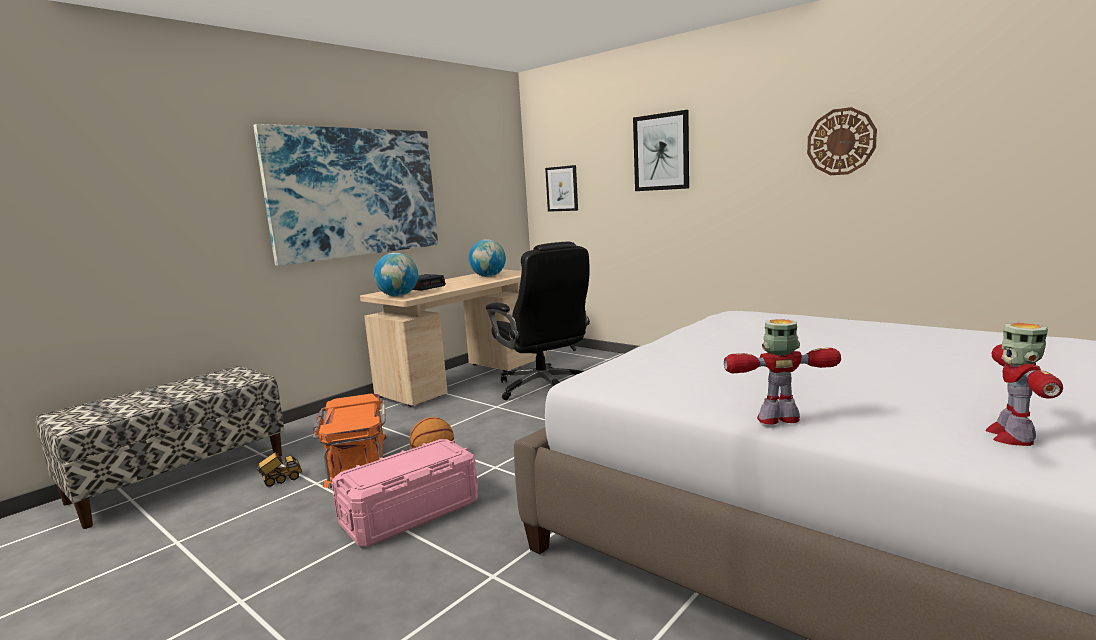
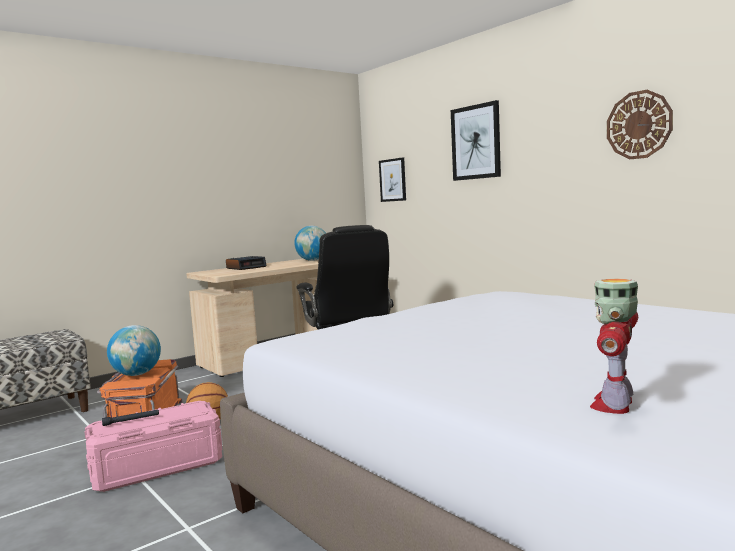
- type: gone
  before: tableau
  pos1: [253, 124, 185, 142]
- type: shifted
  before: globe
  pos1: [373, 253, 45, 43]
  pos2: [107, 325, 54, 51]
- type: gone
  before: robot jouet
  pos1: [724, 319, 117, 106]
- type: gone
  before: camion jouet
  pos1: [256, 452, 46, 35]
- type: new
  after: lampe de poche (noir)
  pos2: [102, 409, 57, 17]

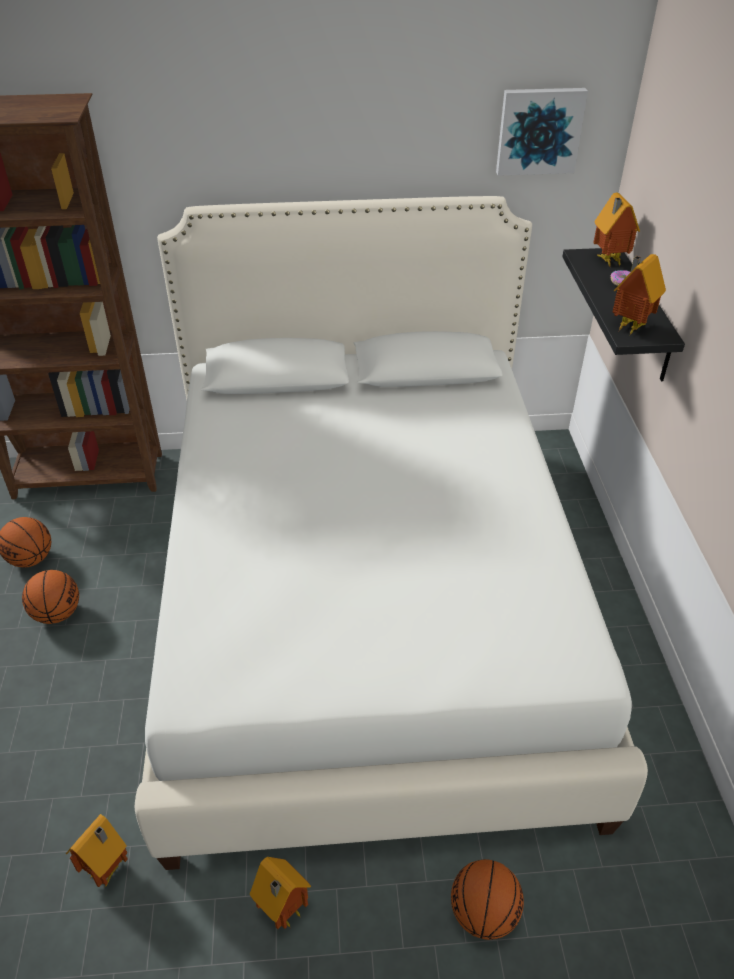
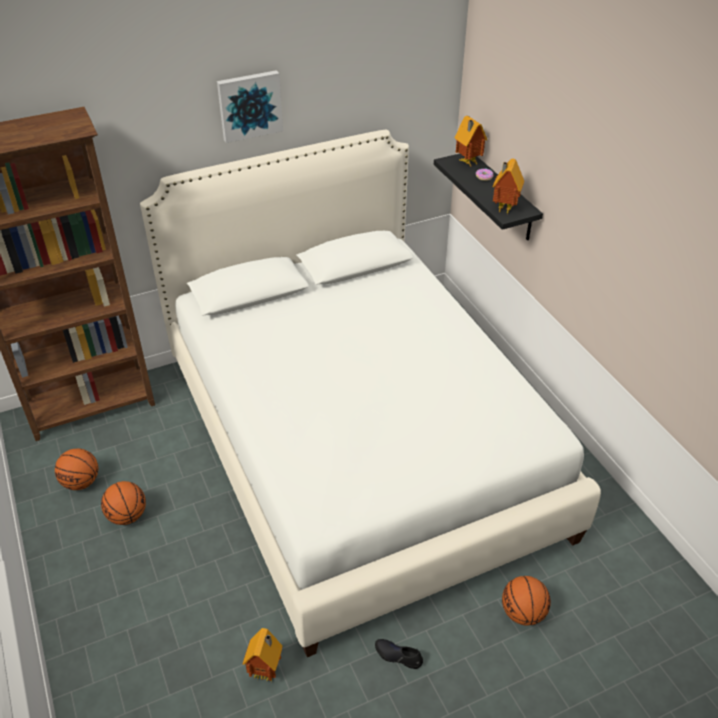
- type: shifted
  before: tableau
  pos1: [496, 88, 92, 88]
  pos2: [217, 70, 66, 73]
- type: swapped
  before: maison miniature
  after: chaussure (noir)
  pos1: [249, 857, 62, 72]
  pos2: [375, 639, 48, 30]

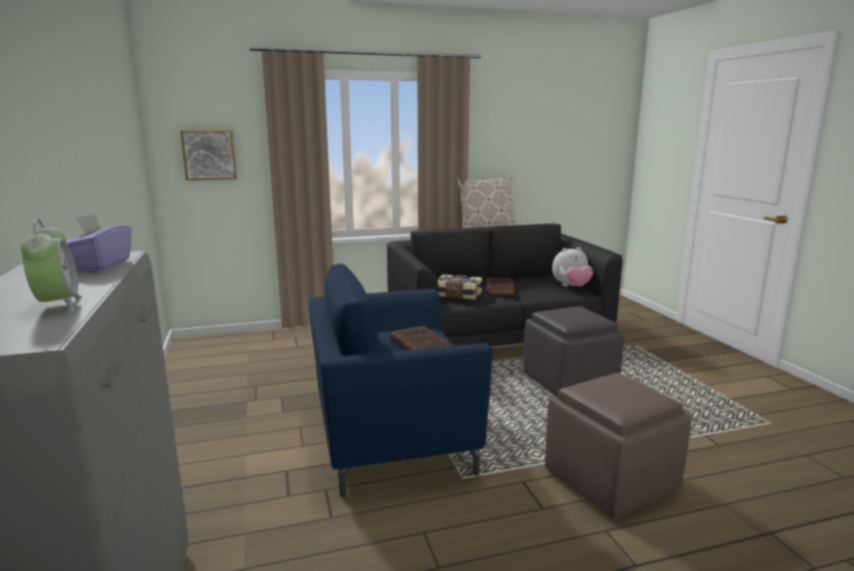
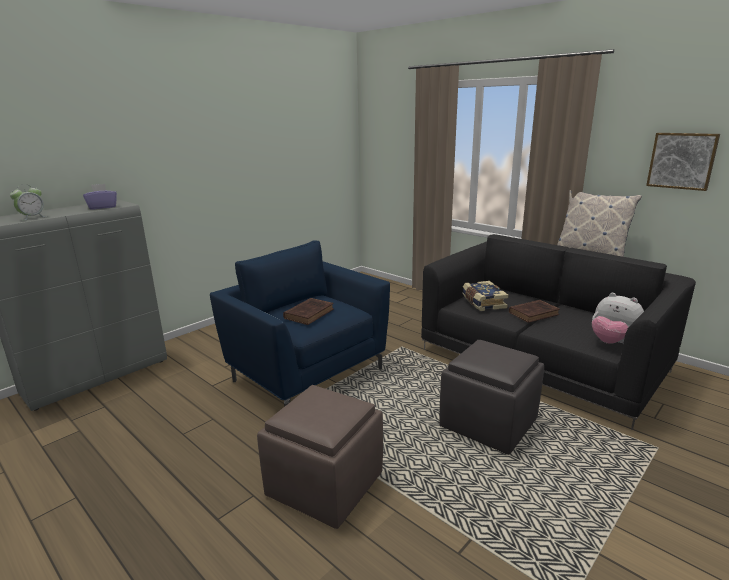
- type: shifted
  before: tableau
  pos1: [180, 130, 57, 50]
  pos2: [646, 133, 74, 58]

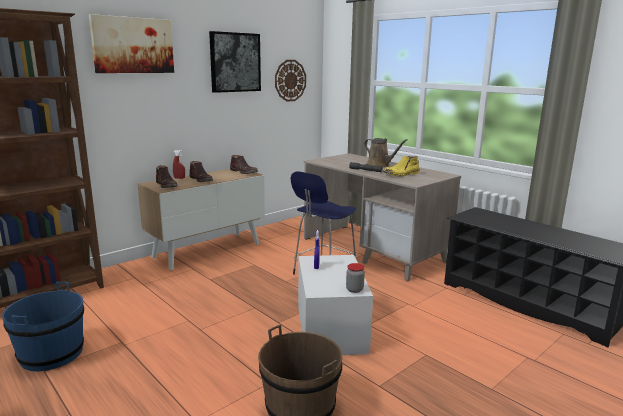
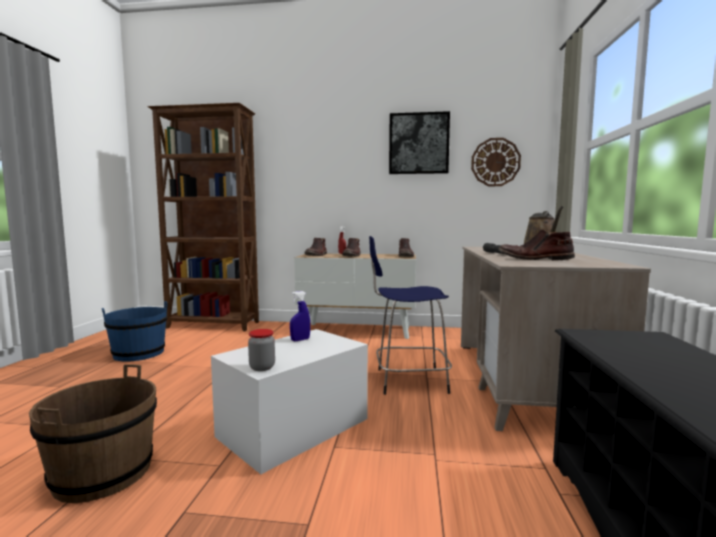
- type: gone
  before: tableau
  pos1: [89, 14, 85, 59]
- type: repainted
  before: botte (jaune)
  after: botte (marron)
  pos1: [382, 155, 38, 22]
  pos2: [498, 229, 77, 31]

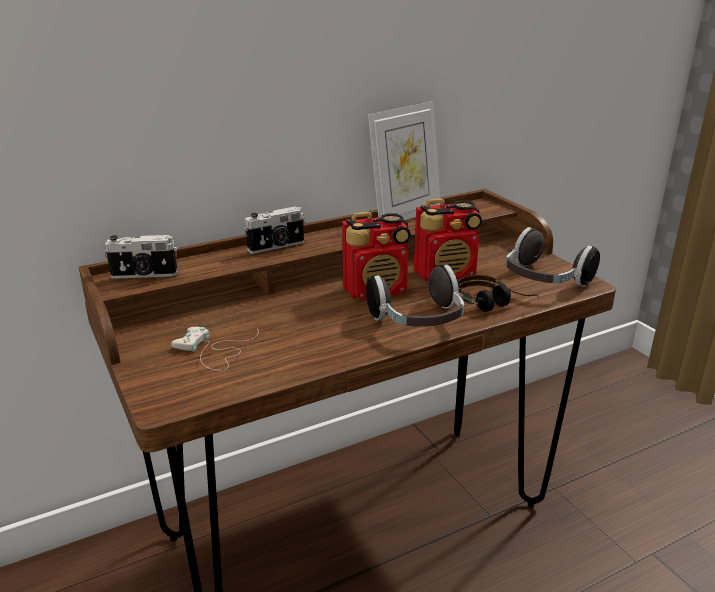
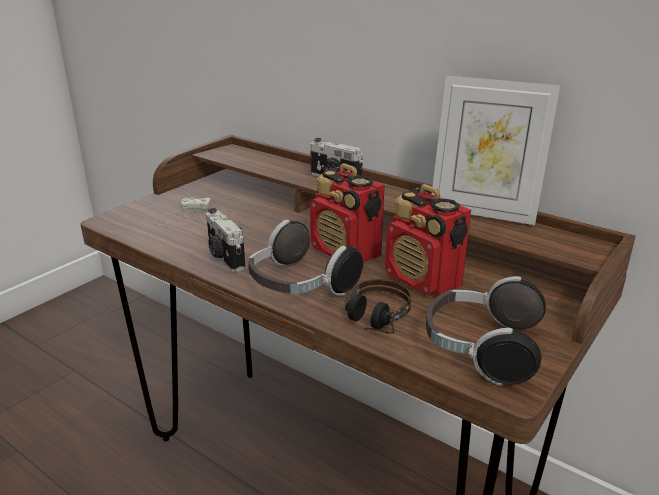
- type: shifted
  before: appareil photo
  pos1: [105, 235, 73, 44]
  pos2: [206, 208, 40, 64]

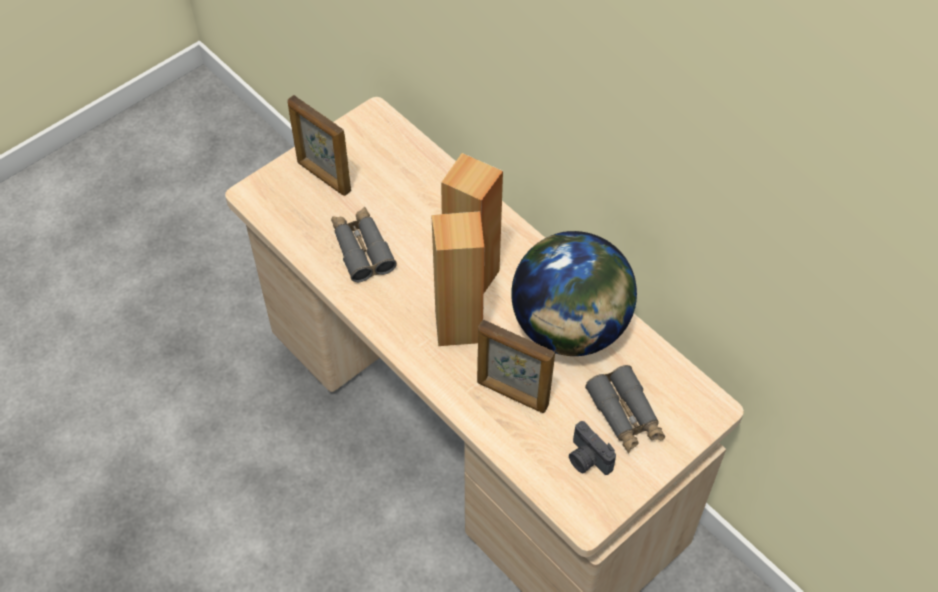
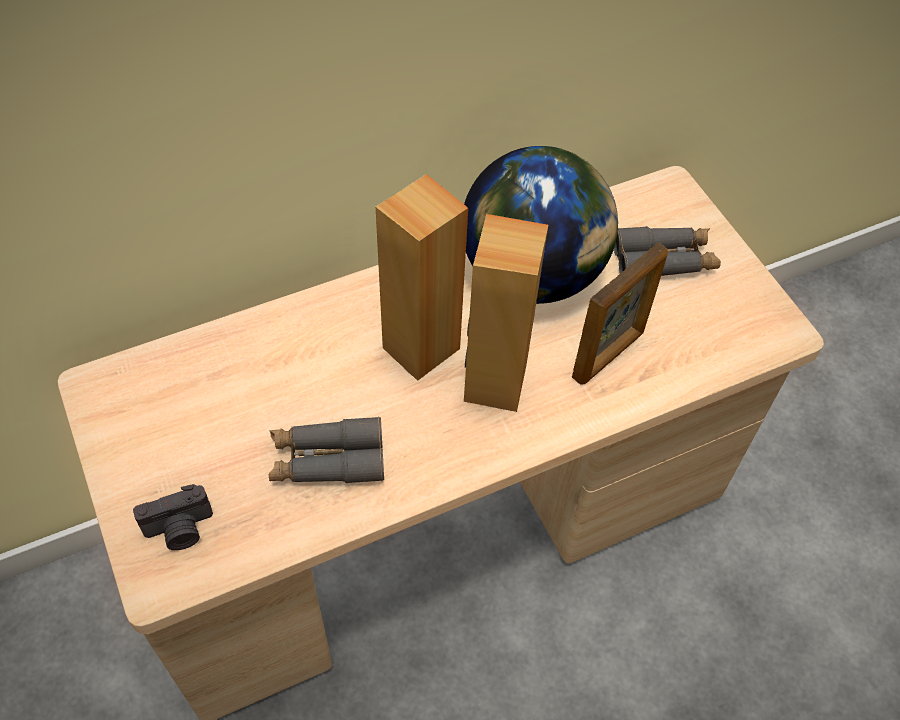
- type: gone
  before: cadre photo
  pos1: [287, 95, 64, 101]
- type: shifted
  before: appareil photo
  pos1: [569, 421, 47, 54]
  pos2: [133, 484, 80, 66]

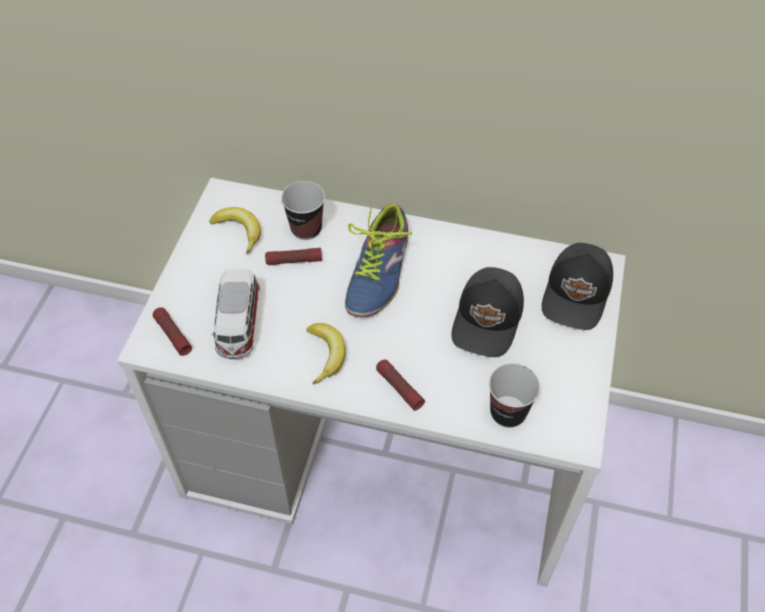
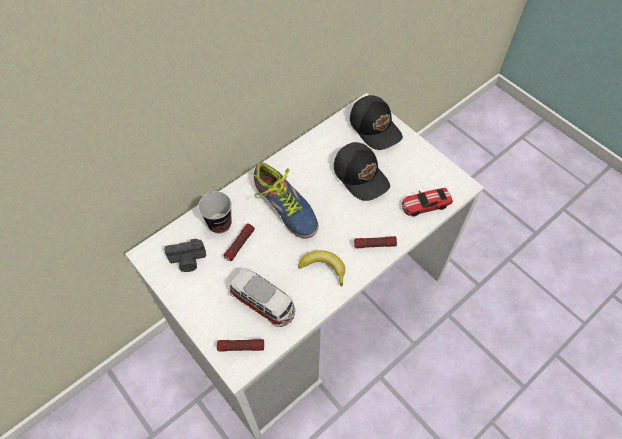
- type: swapped
  before: banane
  after: appareil photo
  pos1: [210, 207, 51, 47]
  pos2: [164, 239, 42, 33]
- type: swapped
  before: tasse
  after: petite voiture
  pos1: [489, 363, 51, 65]
  pos2: [402, 188, 51, 28]

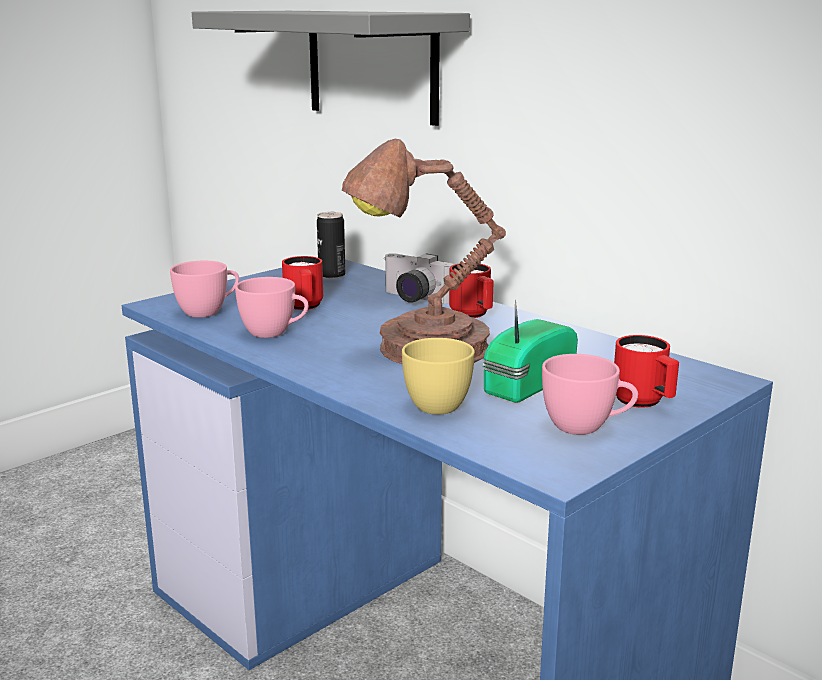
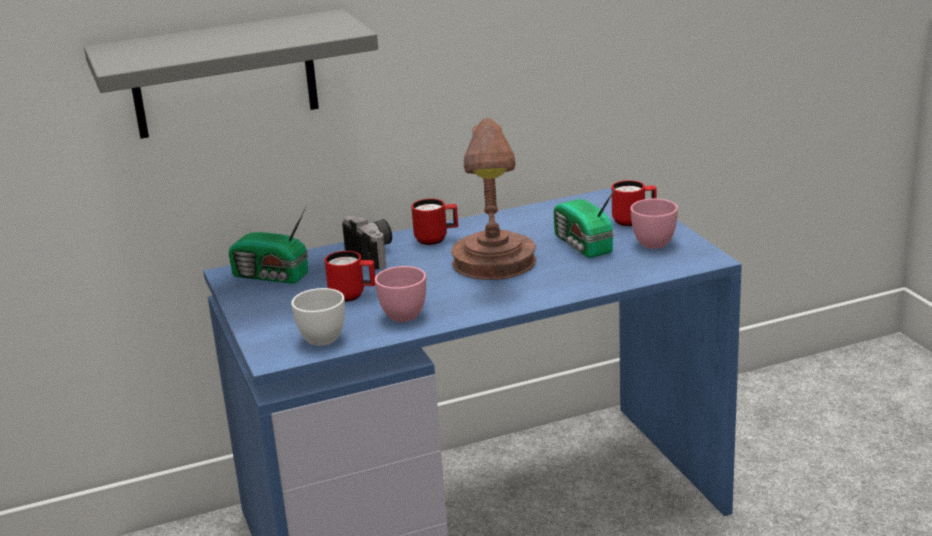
- type: swapped
  before: boîte métallique
  after: radio
  pos1: [317, 212, 28, 67]
  pos2: [229, 205, 79, 79]
- type: rotated
  before: appareil photo
  pos1: [384, 253, 69, 51]
  pos2: [342, 216, 50, 53]
  turn: -90
- type: repainted
  before: tasse (rose)
  after: tasse (blanc)
  pos1: [170, 261, 69, 57]
  pos2: [291, 288, 54, 58]
- type: gone
  before: tasse (jaune)
  pos1: [402, 338, 73, 77]

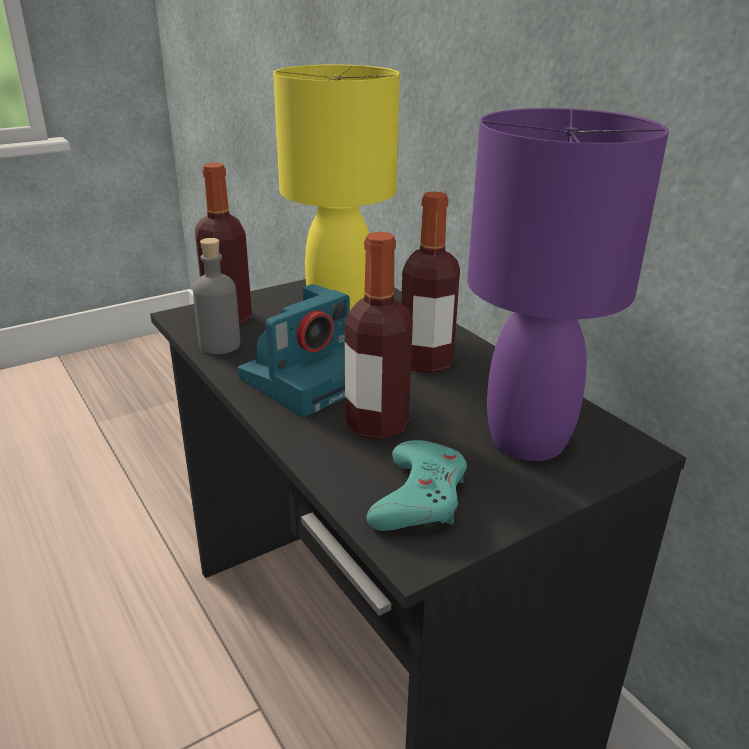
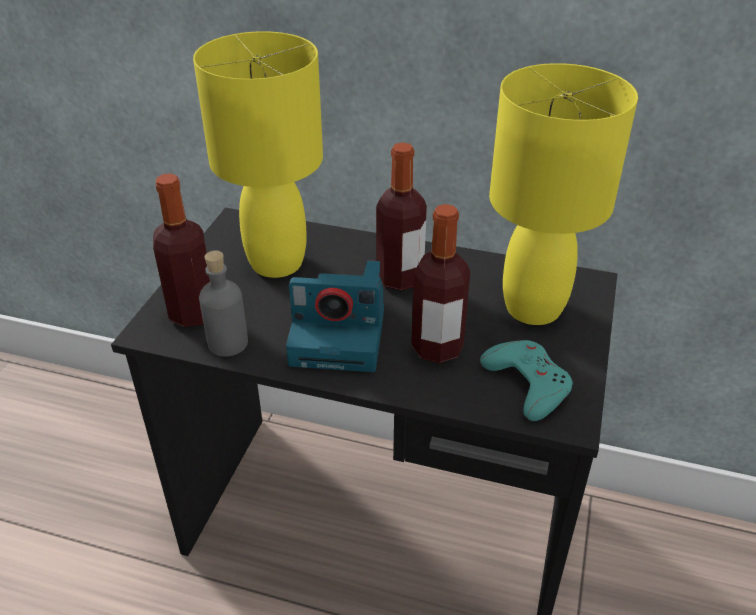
- type: repainted
  before: lampe de table (violet)
  after: lampe de table (jaune)
  pos1: [467, 108, 202, 353]
  pos2: [489, 63, 149, 262]
- type: rotated
  before: appareil photo
  pos1: [238, 284, 112, 133]
  pos2: [286, 260, 98, 112]
  turn: 90

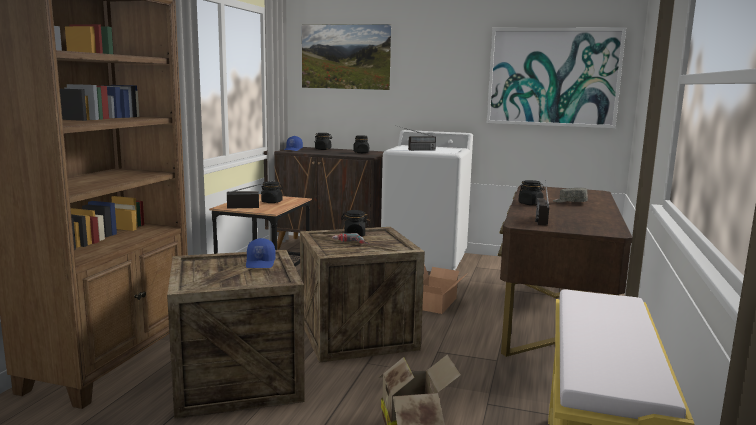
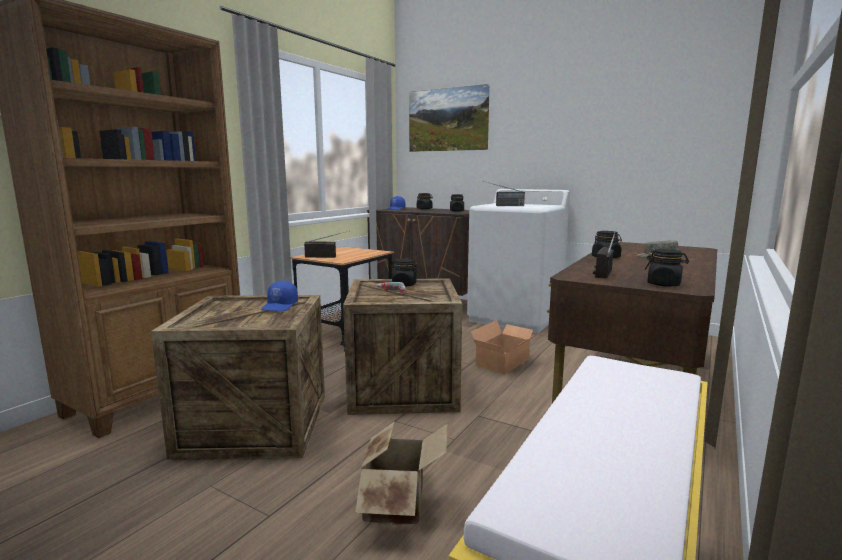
- type: gone
  before: tableau
  pos1: [487, 27, 139, 101]
- type: shifted
  before: bocal (noir)
  pos1: [261, 181, 22, 22]
  pos2: [645, 249, 44, 37]

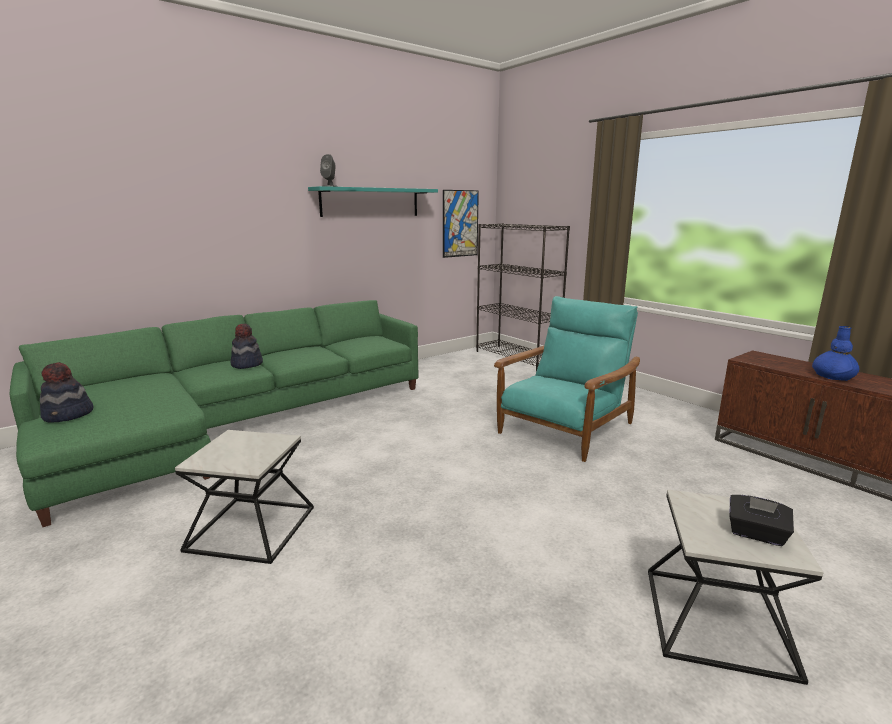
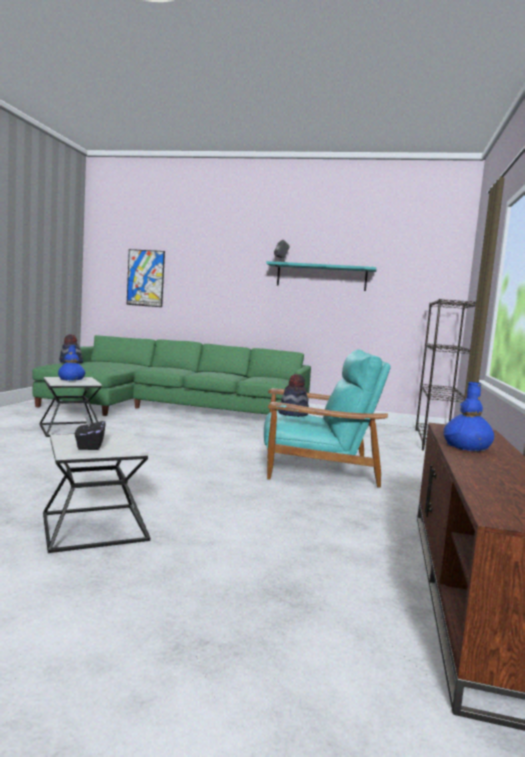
- type: shifted
  before: tableau
  pos1: [443, 190, 36, 68]
  pos2: [127, 249, 38, 58]
- type: shifted
  before: chapeau
  pos1: [230, 323, 33, 46]
  pos2: [278, 374, 31, 43]
- type: new
  after: vase (bleu)
  pos2: [58, 345, 27, 36]

